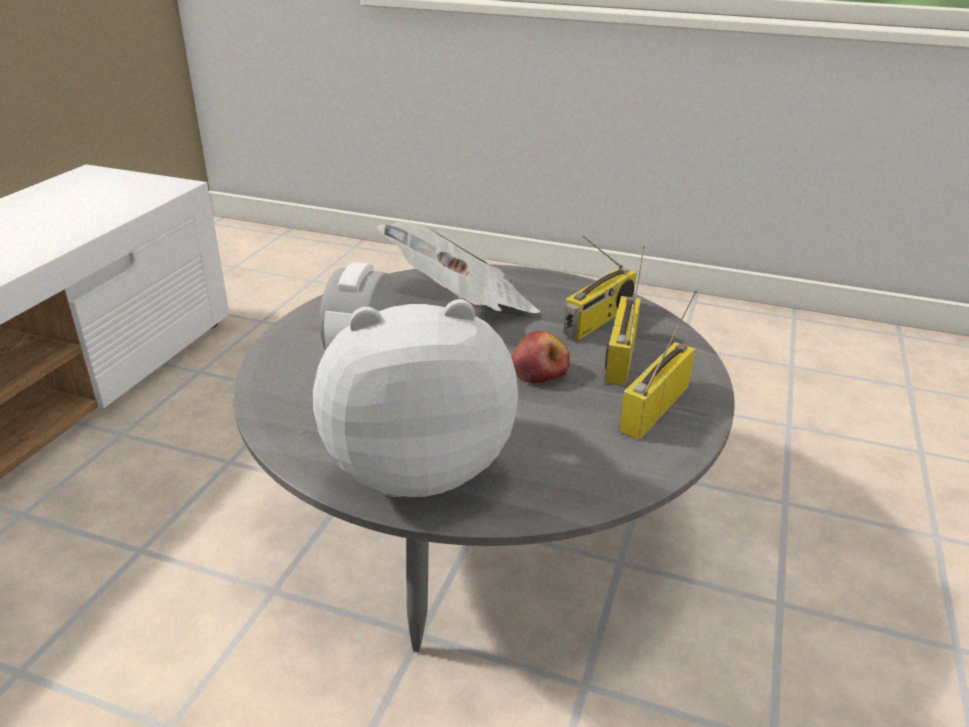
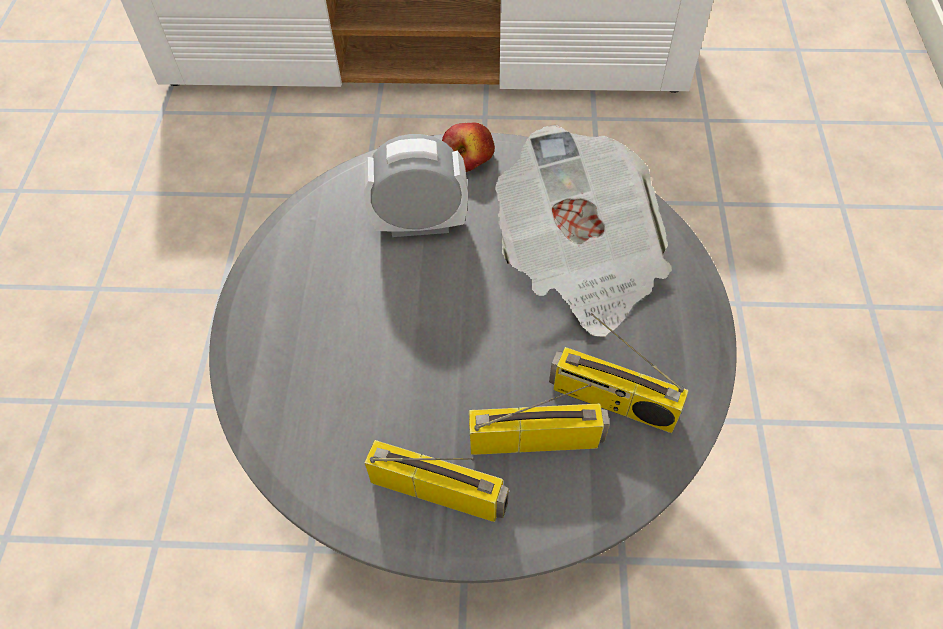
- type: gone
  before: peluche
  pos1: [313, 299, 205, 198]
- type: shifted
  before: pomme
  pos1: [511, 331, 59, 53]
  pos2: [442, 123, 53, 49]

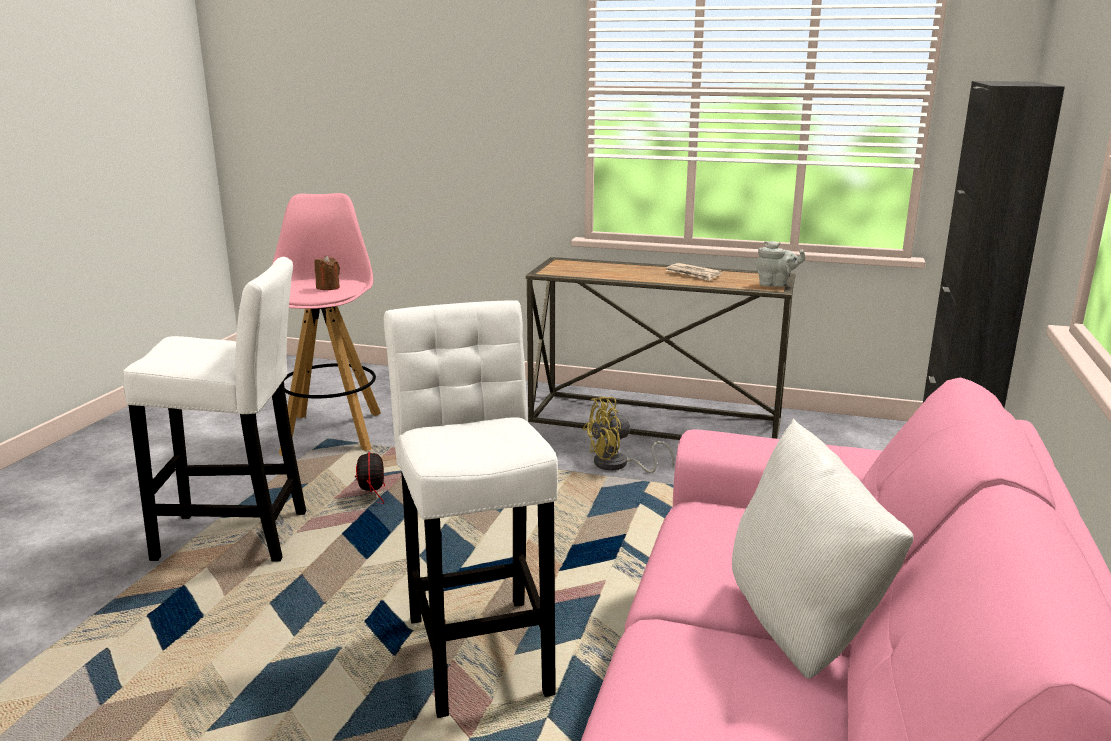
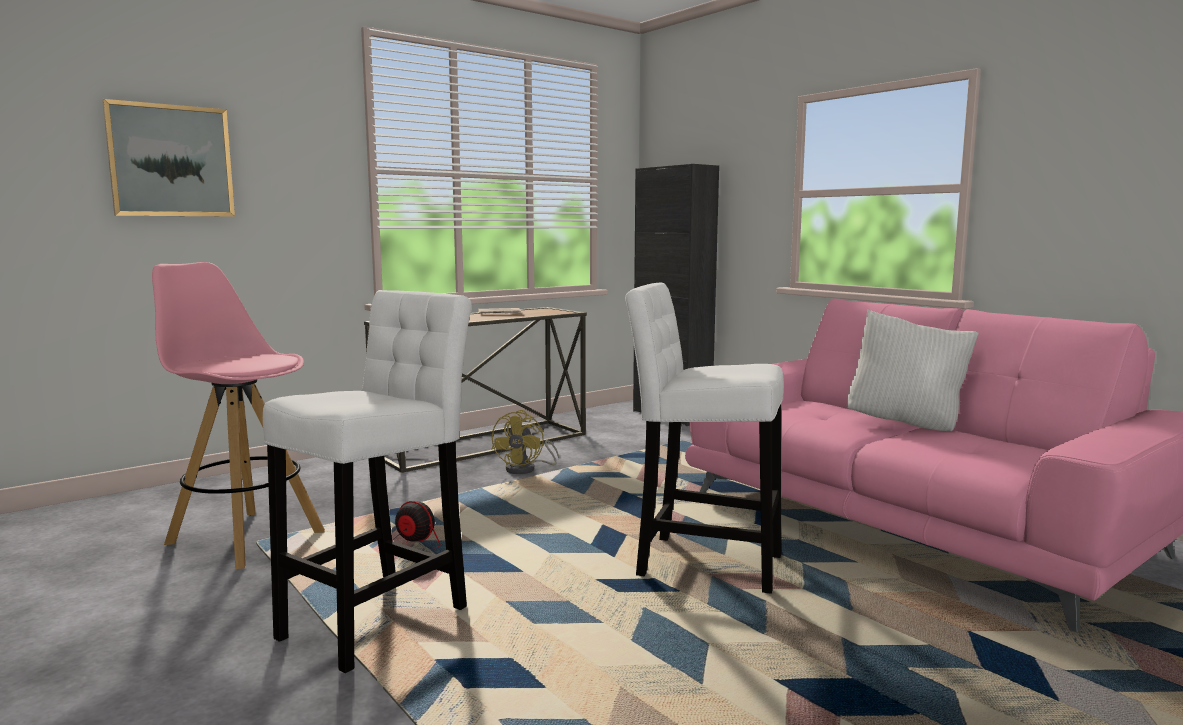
- type: gone
  before: théière (gris)
  pos1: [756, 241, 50, 46]
- type: gone
  before: bougie (marron)
  pos1: [315, 255, 25, 35]
- type: new
  after: tableau
  pos2: [102, 99, 133, 118]

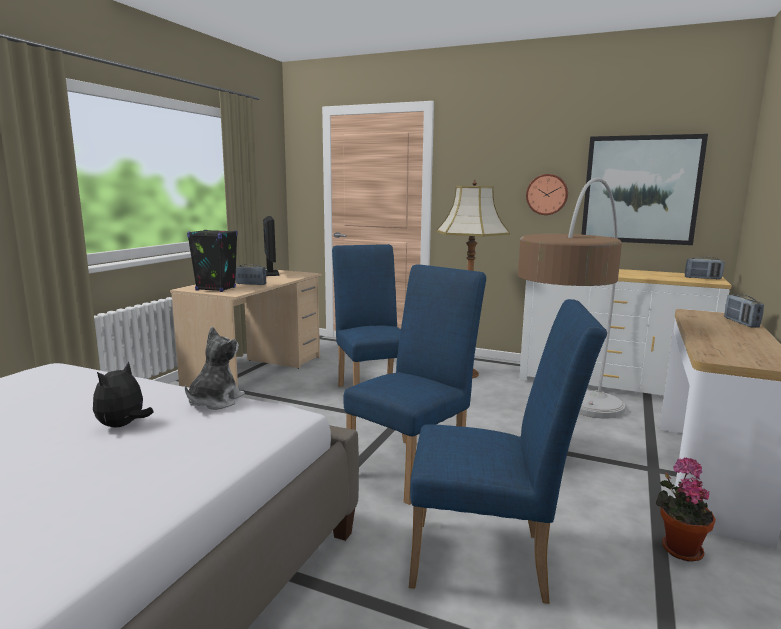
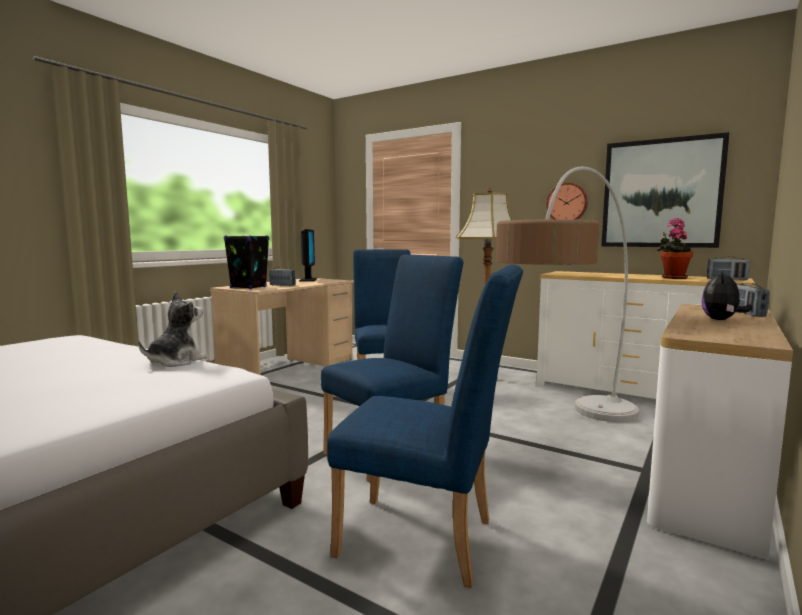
- type: shifted
  before: peluche
  pos1: [93, 361, 61, 67]
  pos2: [701, 271, 51, 49]
- type: shifted
  before: plante en pot
  pos1: [656, 458, 60, 103]
  pos2: [657, 218, 36, 61]

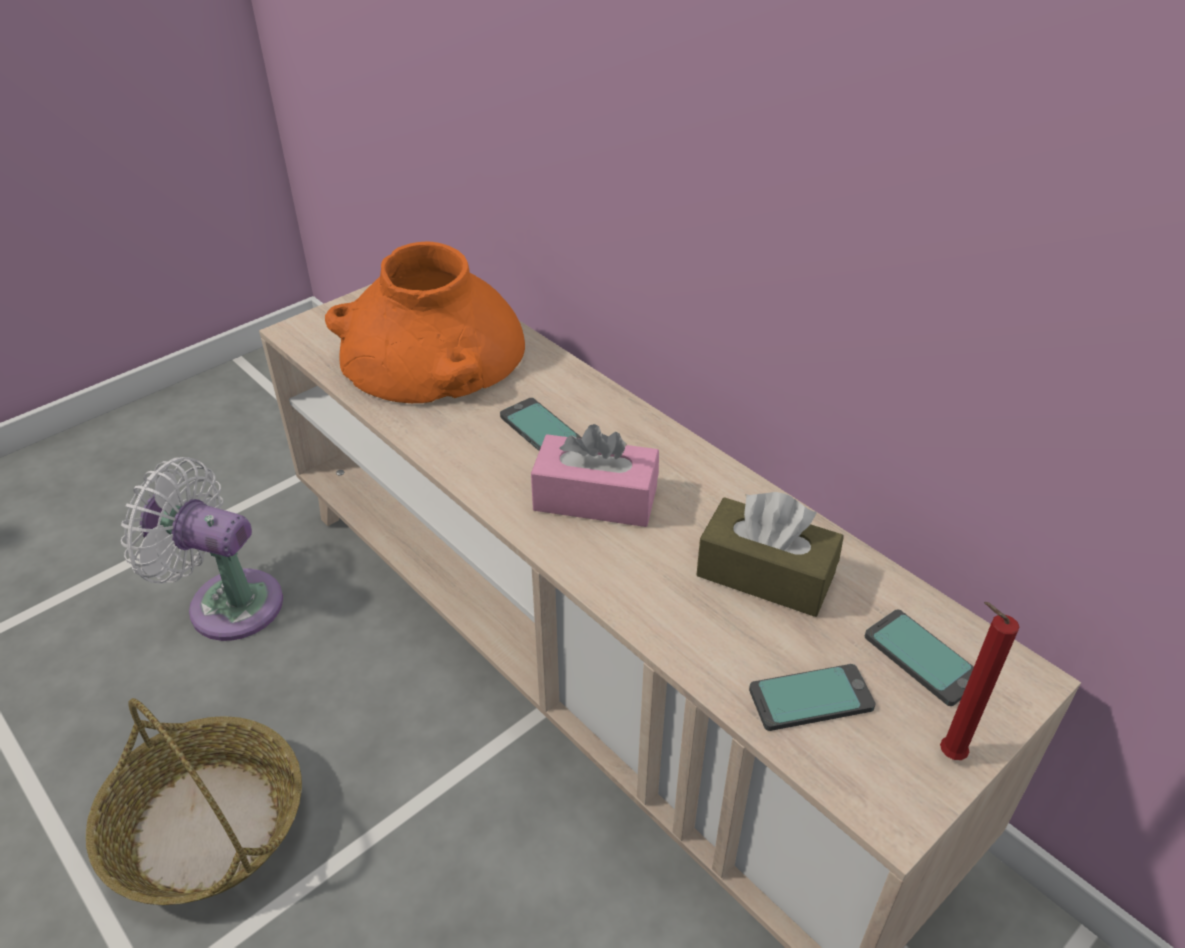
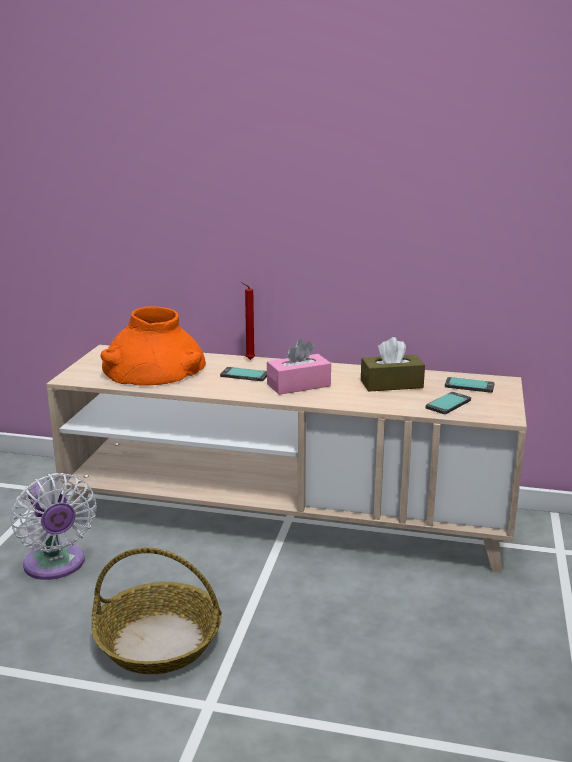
- type: rotated
  before: ventilateur (blanc)
  pos1: [121, 457, 162, 184]
  pos2: [10, 473, 87, 107]
  turn: -105
- type: shifted
  before: bougie (rouge)
  pos1: [940, 602, 80, 158]
  pos2: [241, 282, 14, 78]

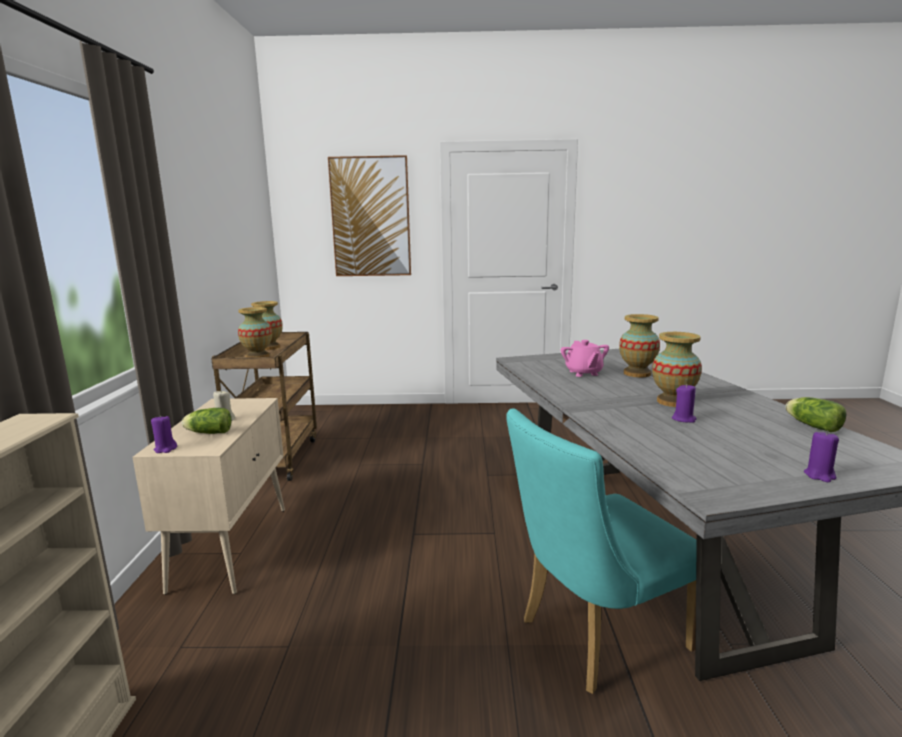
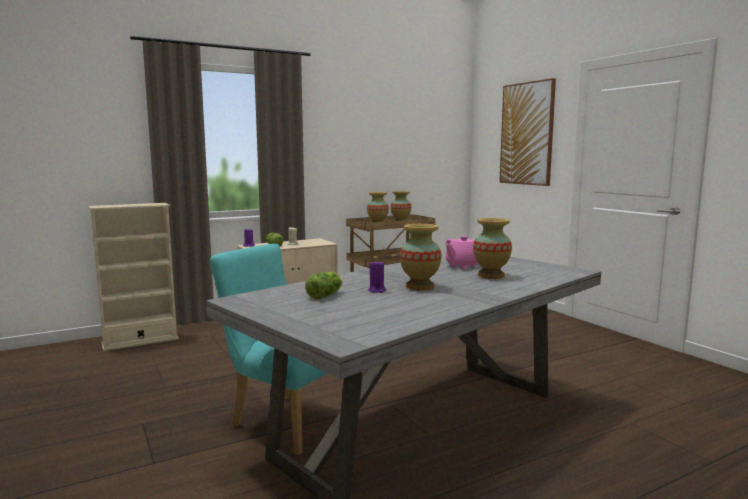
- type: shifted
  before: laitue
  pos1: [785, 397, 61, 35]
  pos2: [305, 271, 38, 28]
- type: gone
  before: bougie (violet)
  pos1: [804, 431, 35, 51]

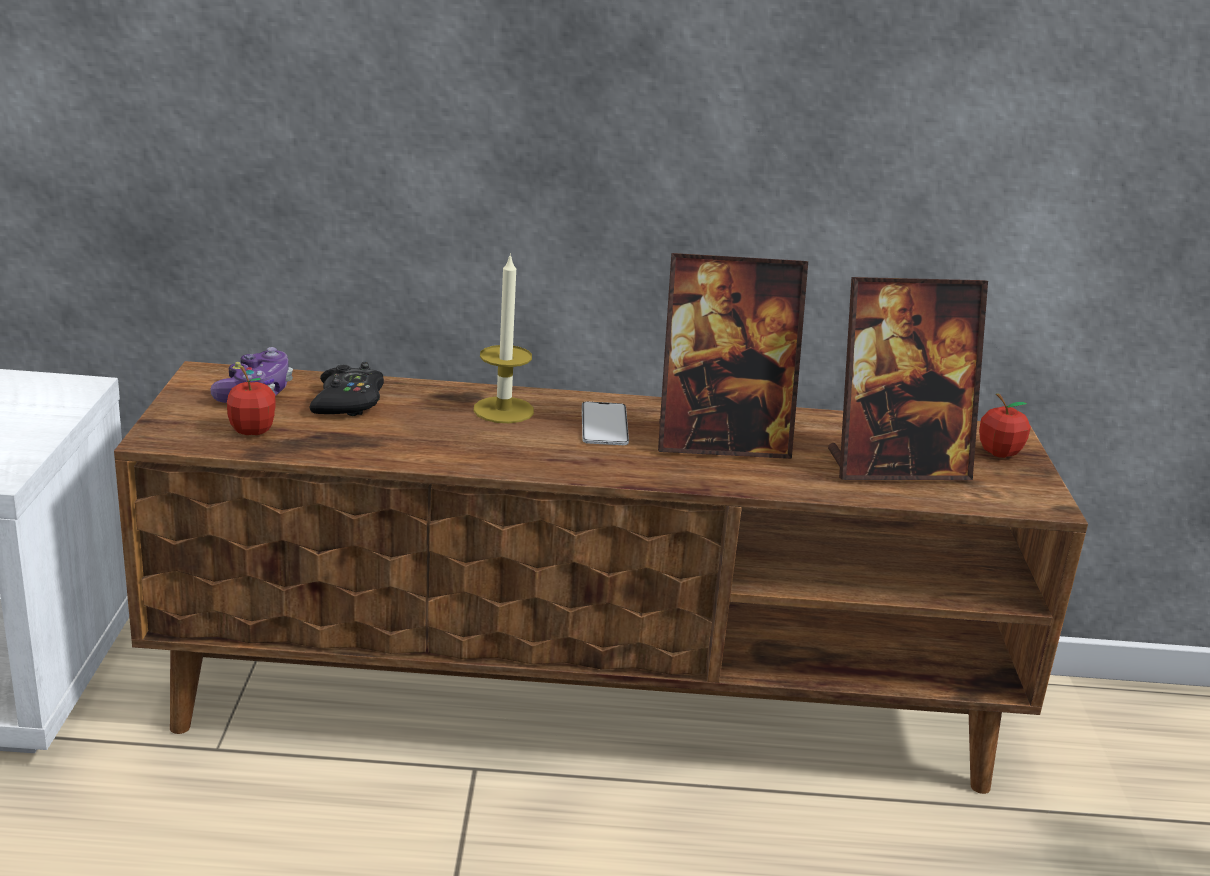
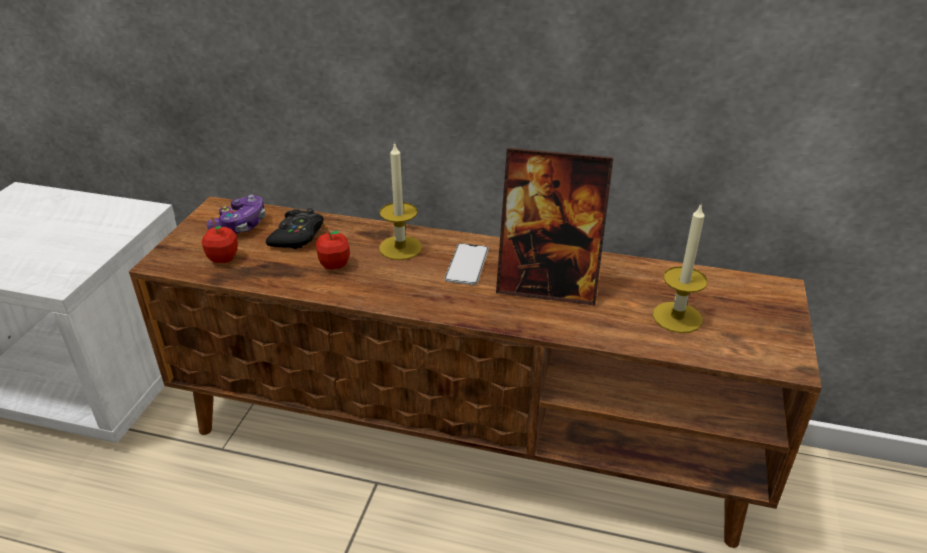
- type: swapped
  before: cadre photo
  after: bougie
  pos1: [828, 277, 160, 203]
  pos2: [653, 203, 54, 130]
- type: shifted
  before: pomme
  pos1: [979, 394, 52, 64]
  pos2: [316, 224, 34, 46]

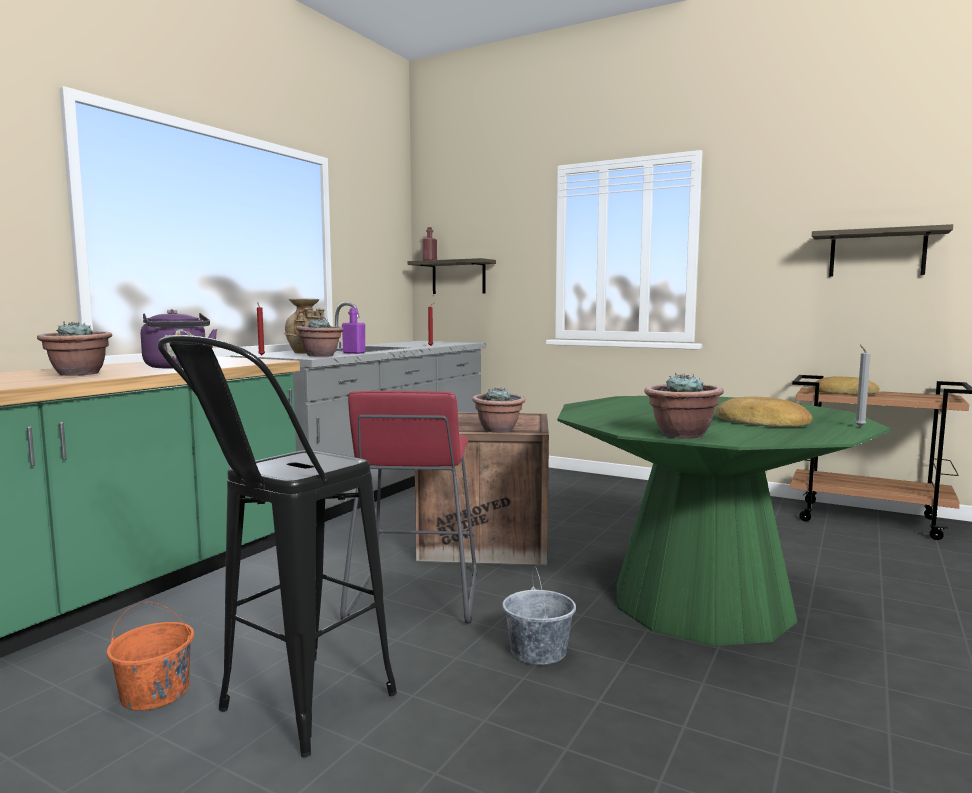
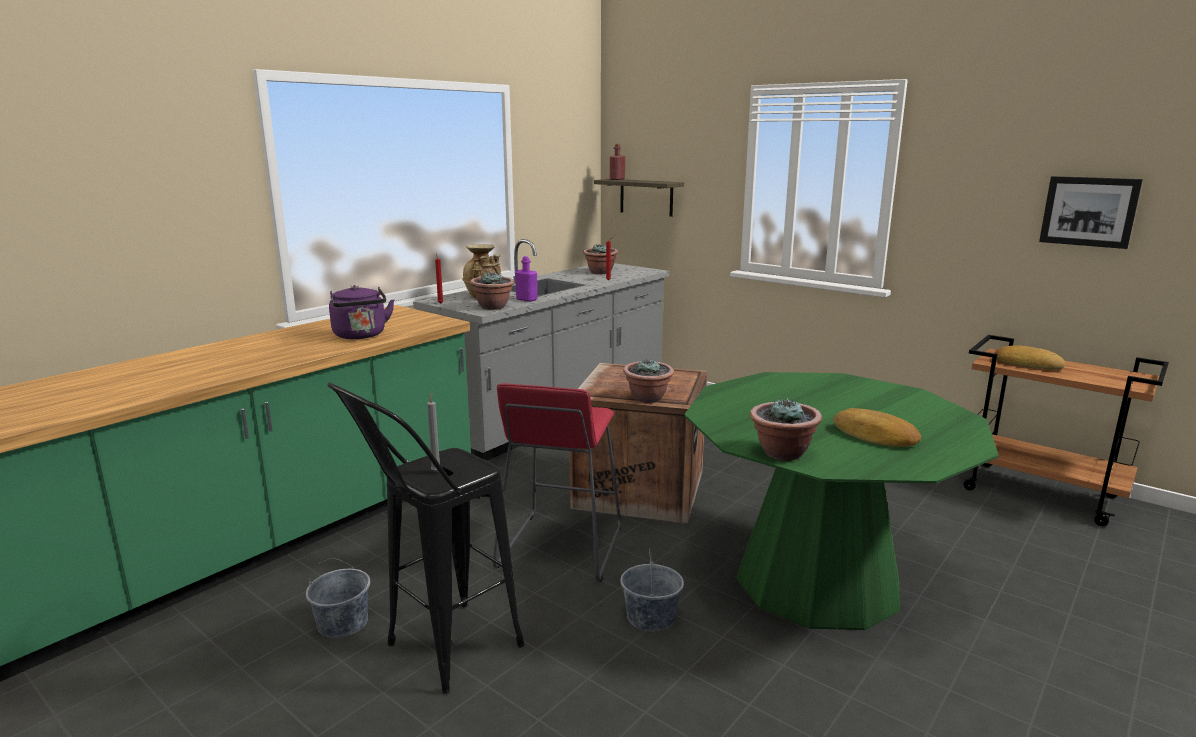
- type: swapped
  before: étagère
  after: tableau
  pos1: [812, 224, 141, 53]
  pos2: [1039, 176, 104, 73]
- type: shifted
  before: plante en pot
  pos1: [37, 321, 75, 55]
  pos2: [583, 244, 35, 30]
- type: shifted
  before: bougie (gris)
  pos1: [855, 345, 16, 82]
  pos2: [427, 392, 13, 80]
- type: repainted
  before: seau (orange)
  after: seau (gris)
  pos1: [107, 601, 87, 110]
  pos2: [306, 558, 65, 80]

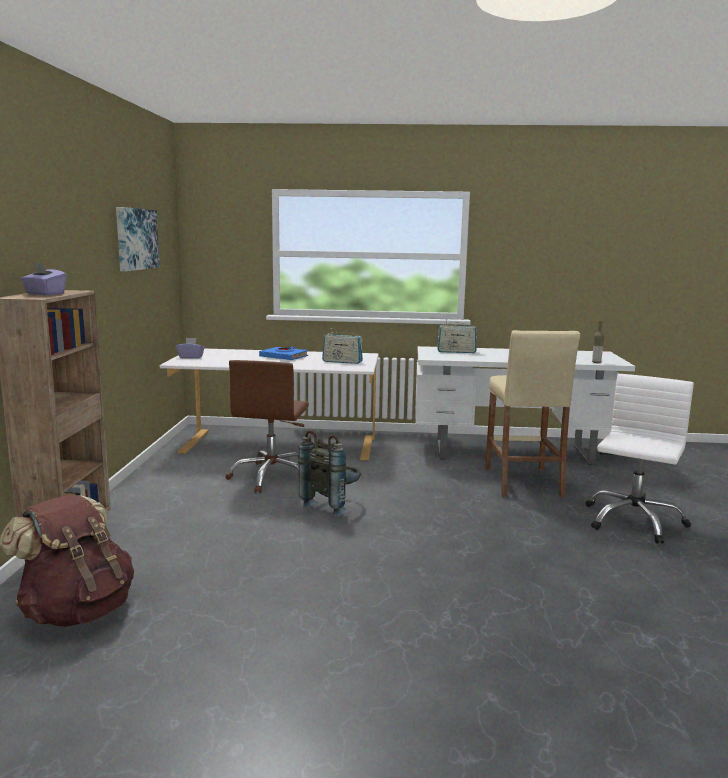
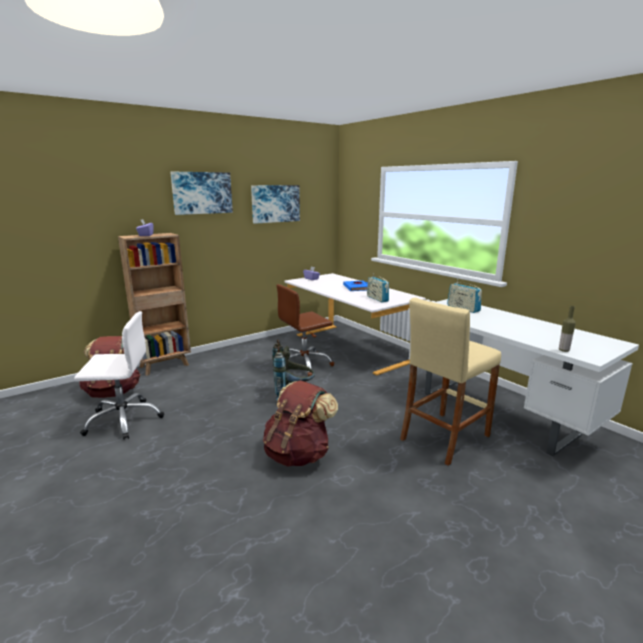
- type: shifted
  before: chaise de bureau (blanc)
  pos1: [585, 374, 109, 170]
  pos2: [74, 311, 91, 129]
- type: new
  after: tableau
  pos2: [170, 172, 63, 43]
- type: new
  after: sac à dos (marron)
  pos2: [263, 381, 75, 86]

